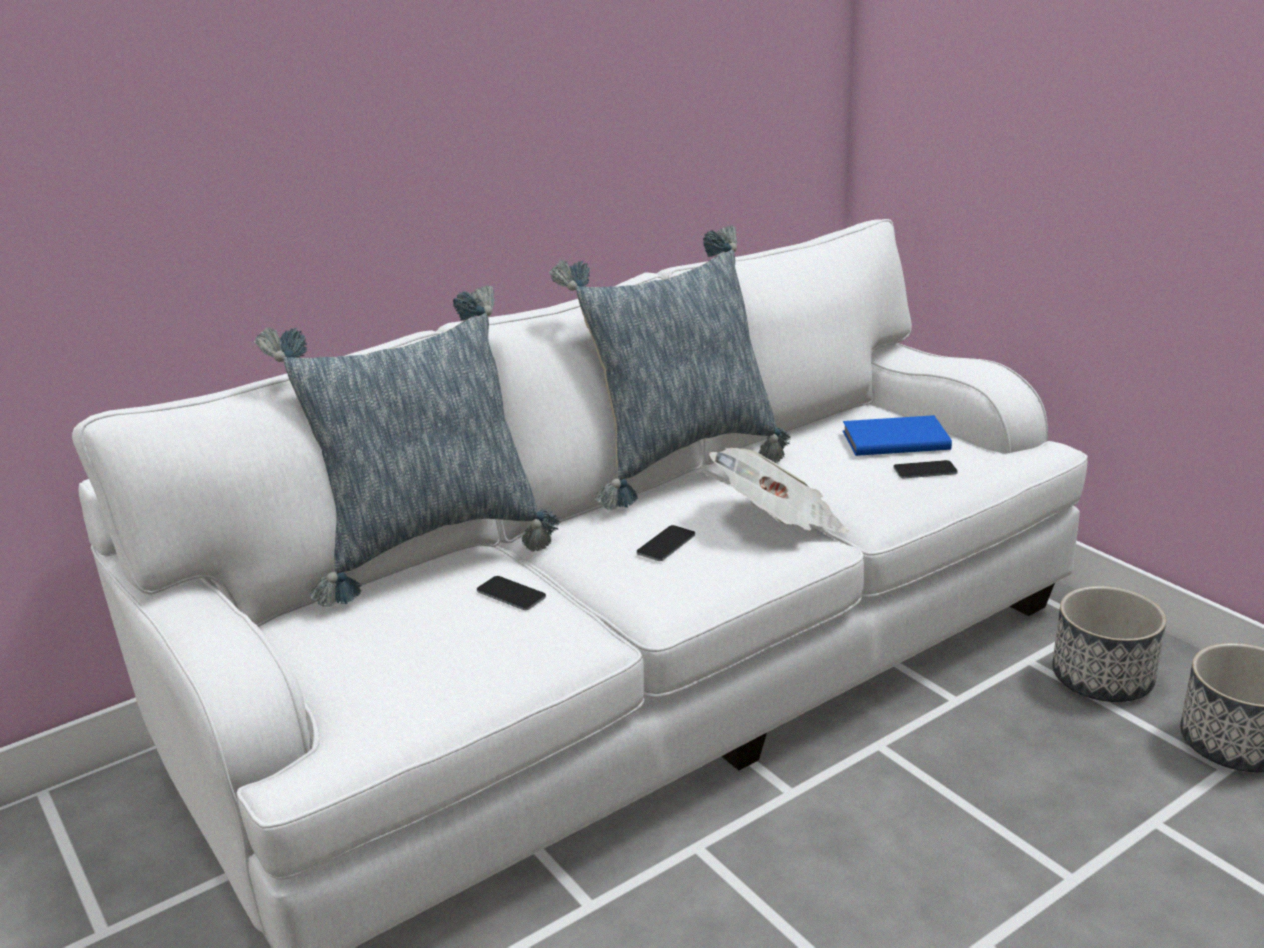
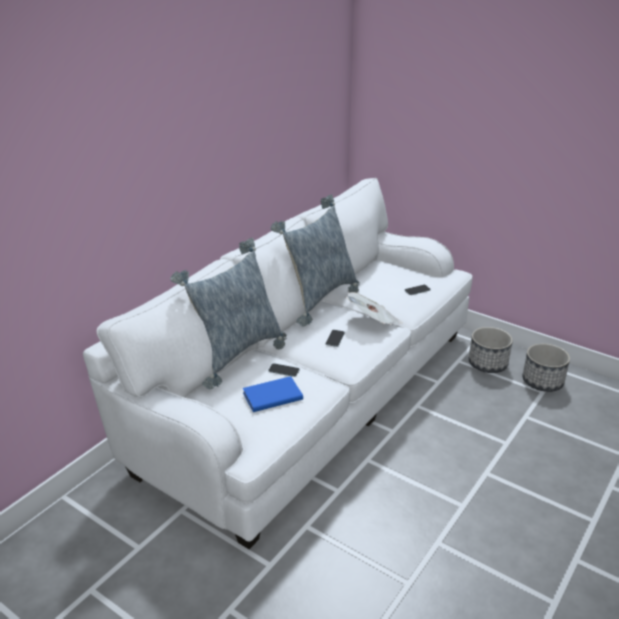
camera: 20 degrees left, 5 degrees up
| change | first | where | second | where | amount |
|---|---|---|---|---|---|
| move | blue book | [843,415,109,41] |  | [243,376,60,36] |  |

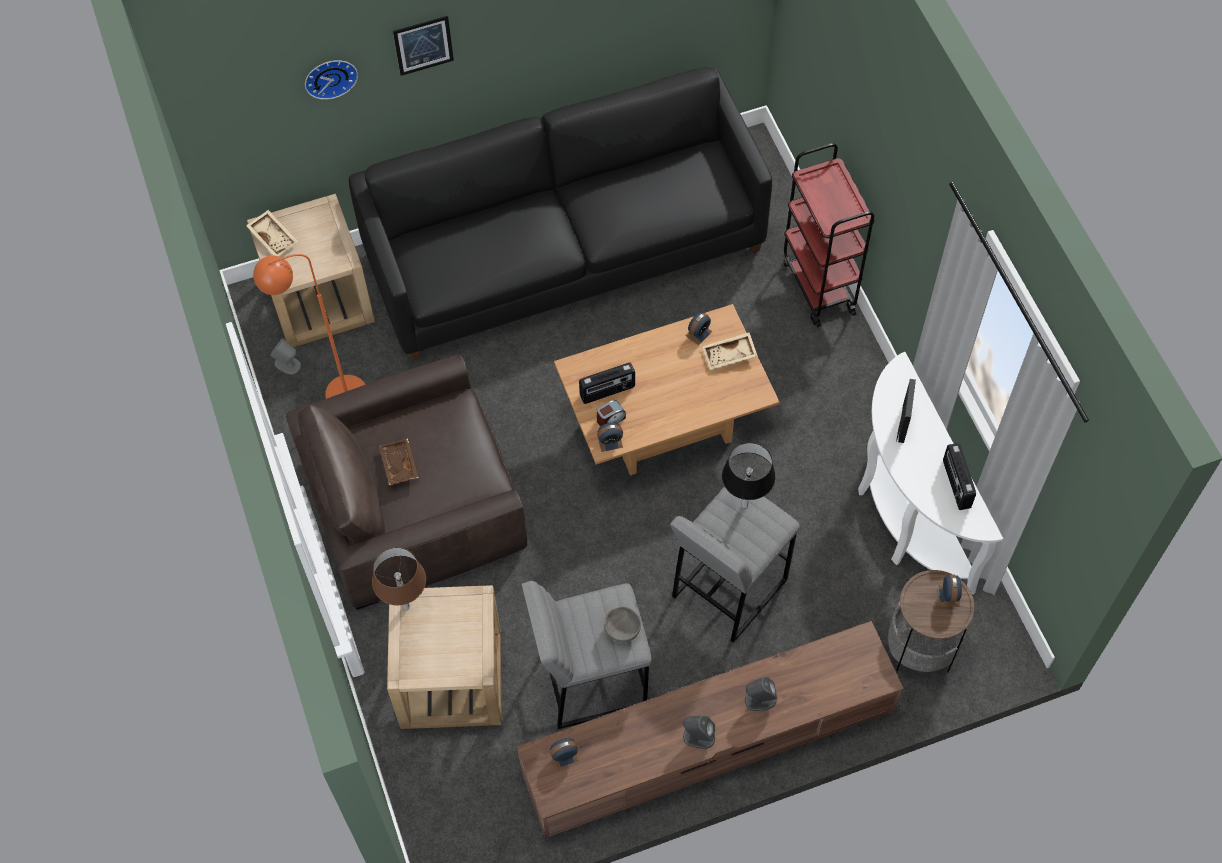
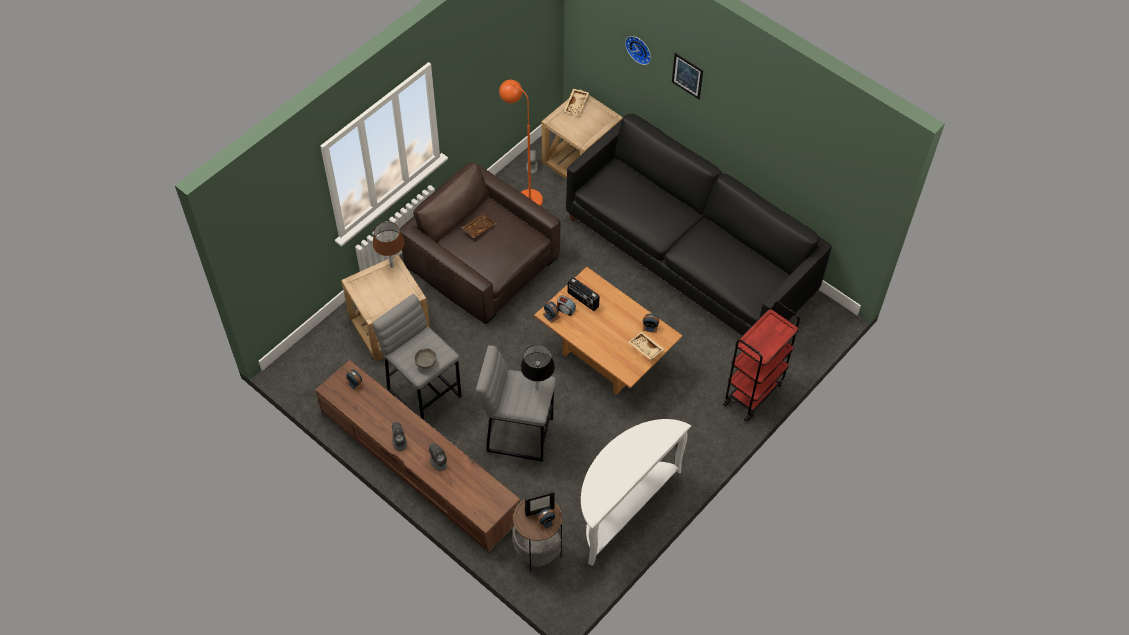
camera: 60 degrees right, 5 degrees down
| change | first | where | second | where | amount |
|---|---|---|---|---|---|
| move | picture frame | [896,379,20,64] |  | [525,489,30,28] |  |
| delete | radio | [943,443,33,67] |  |  |  |

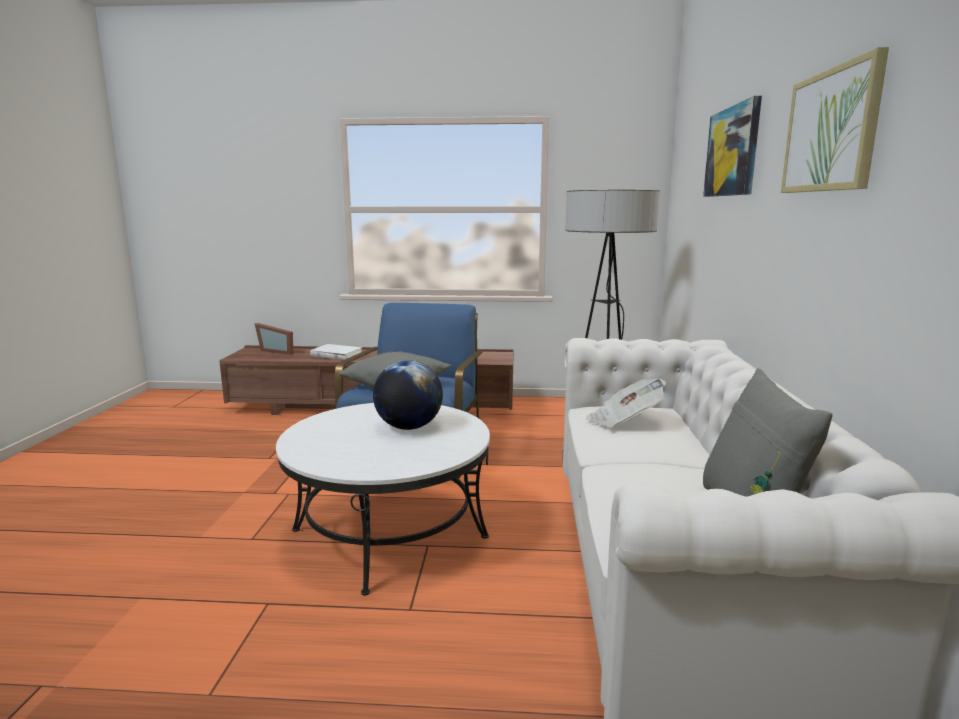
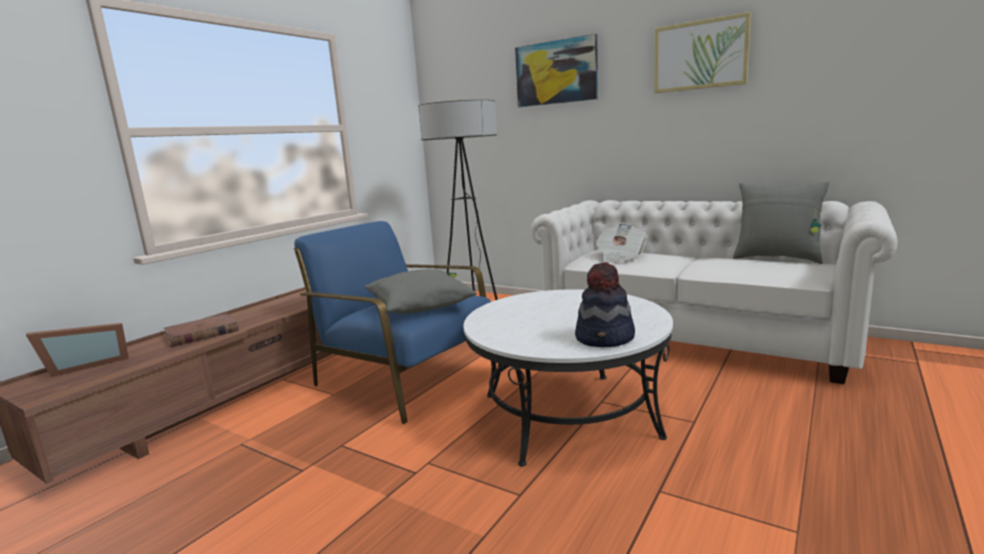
camera: 60 degrees left, 0 degrees up
| change | first | where | second | where | amount |
|---|---|---|---|---|---|
| recolor | white book | [310,344,53,16] | brown book | [164,313,75,34] |  |
| delete | globe | [373,360,70,70] |  |  |  |
| insert |  |  | hat | [575,262,60,85] |  |

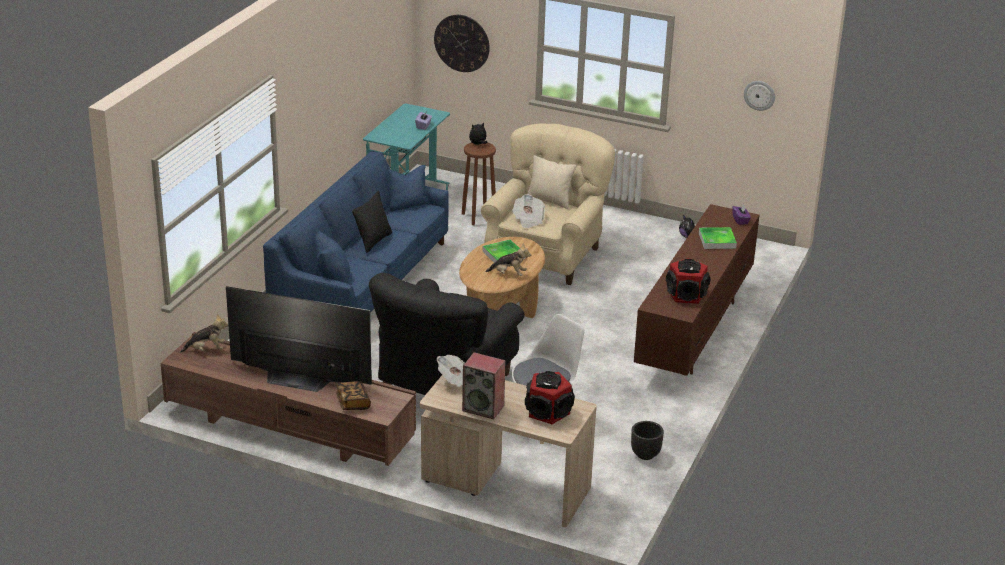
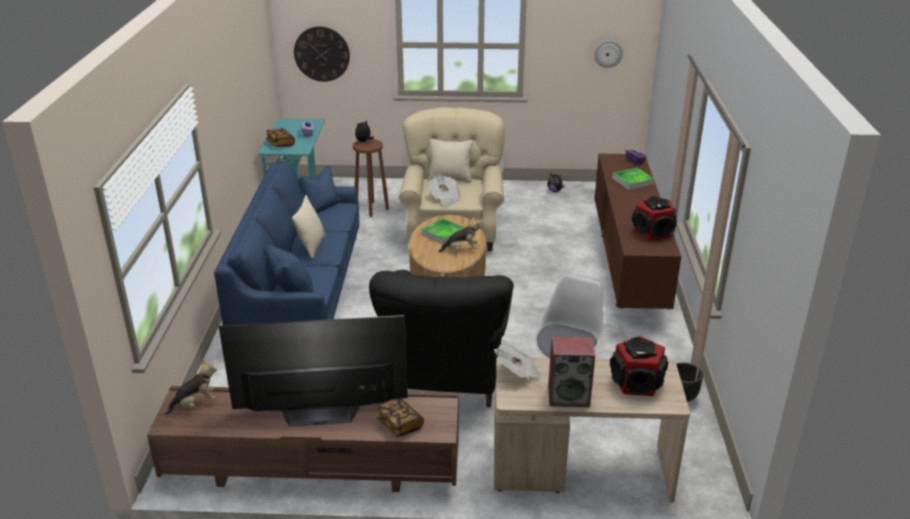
camera: 20 degrees left, 0 degrees up
| change | first | where | second | where | amount |
|---|---|---|---|---|---|
| recolor | black pillow | [352,191,40,62] | beige pillow | [292,195,33,64] |  |
| insert |  |  | book | [266,128,29,19] |  |

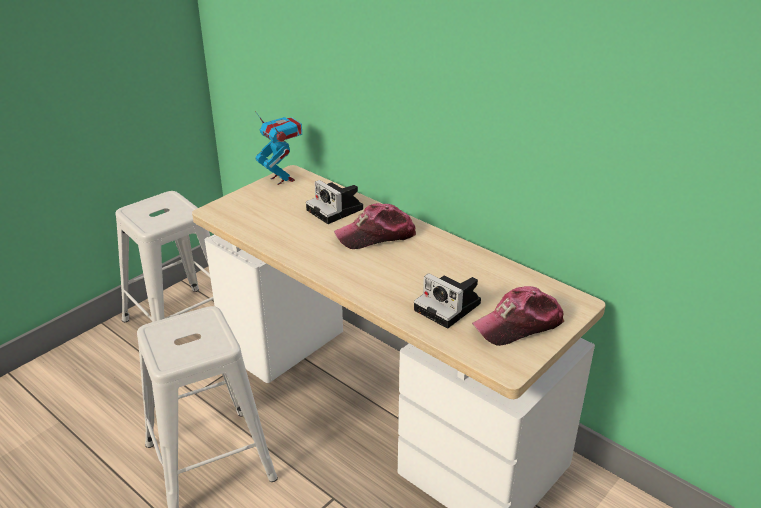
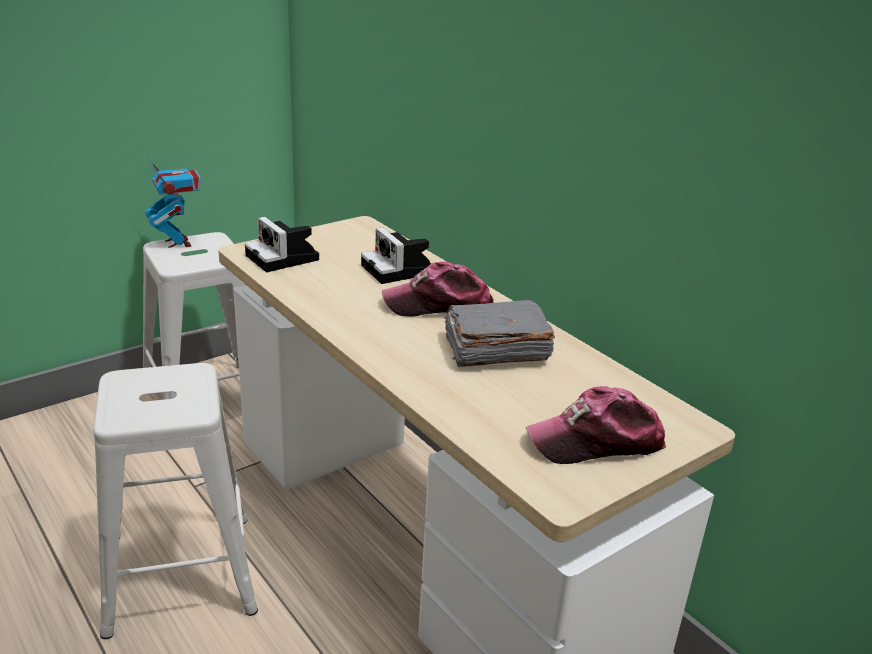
camera: 10 degrees right, 5 degrees down
| change | first | where | second | where | amount |
|---|---|---|---|---|---|
| move | toy robot | [255,111,47,74] |  | [146,155,55,93] |  |
| move | photo camera | [414,273,67,56] |  | [245,217,74,55] |  |
| insert |  |  | grey book | [444,300,111,67] |  |

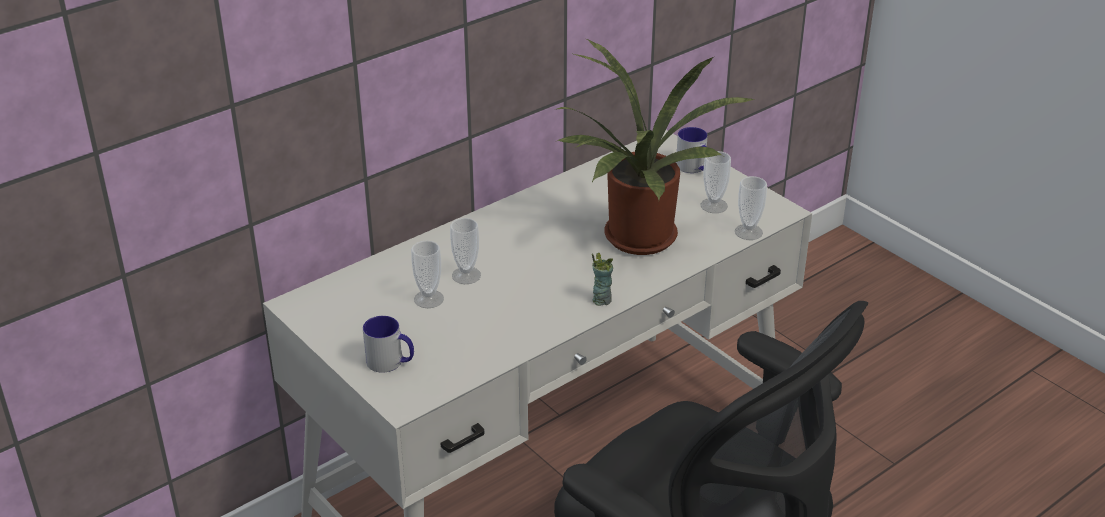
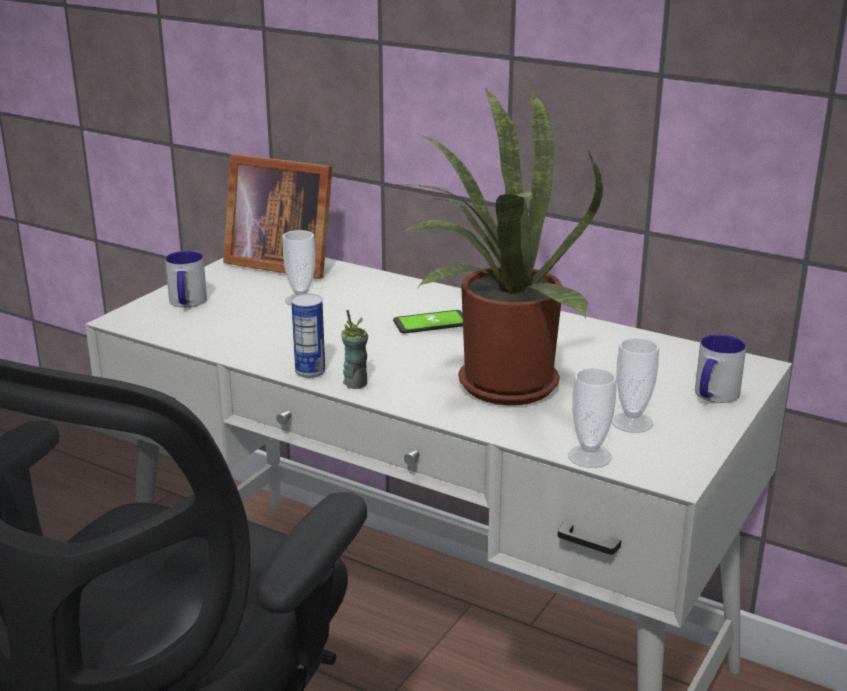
camera: 70 degrees right, 10 degrees down
| change | first | where | second | where | amount |
|---|---|---|---|---|---|
| delete | cup | [450,218,31,66] |  |  |  |
| insert |  |  | picture frame | [223,154,110,125] |  |
| insert |  |  | can | [291,294,34,84] |  |
| insert |  |  | phone | [393,310,70,23] |  |

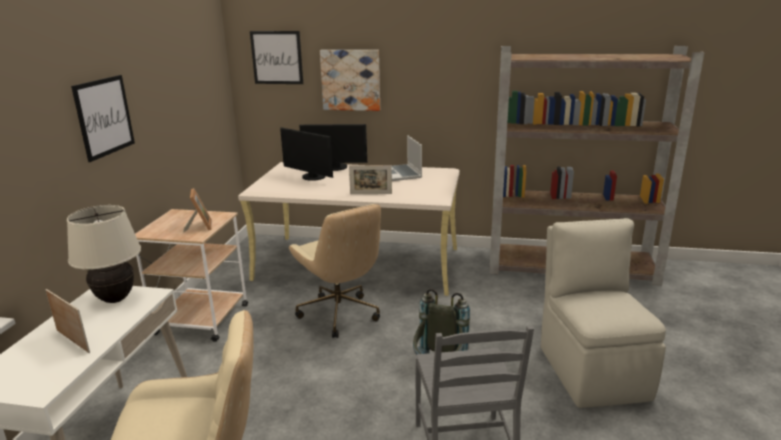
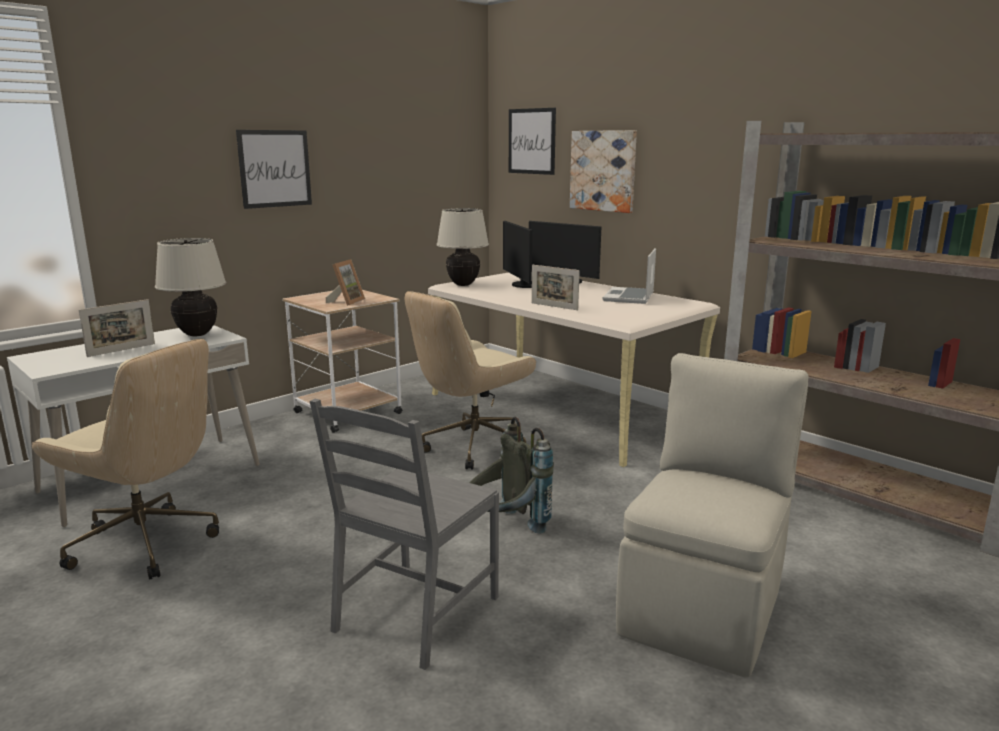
camera: 35 degrees right, 5 degrees down
| change | first | where | second | where | amount |
|---|---|---|---|---|---|
| rotate | beige office chair | [289,204,92,134] |  | [405,291,131,179] | 45 degrees clockwise |
| rotate | picture frame | [45,289,45,64] |  | [79,299,76,58] | 60 degrees clockwise |
| insert |  |  | beige table lamp | [436,208,53,78] |  |

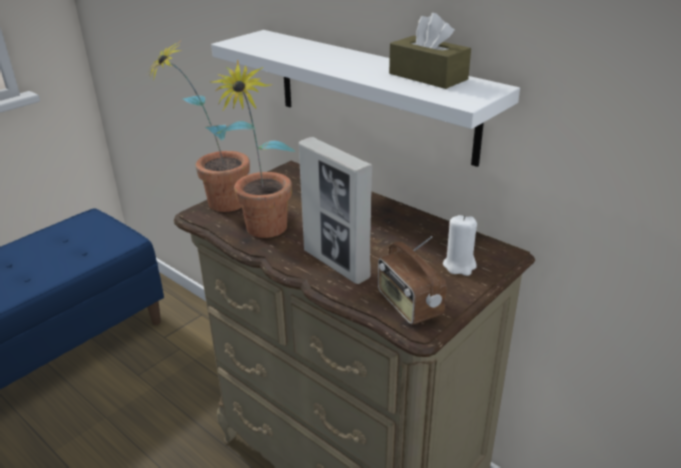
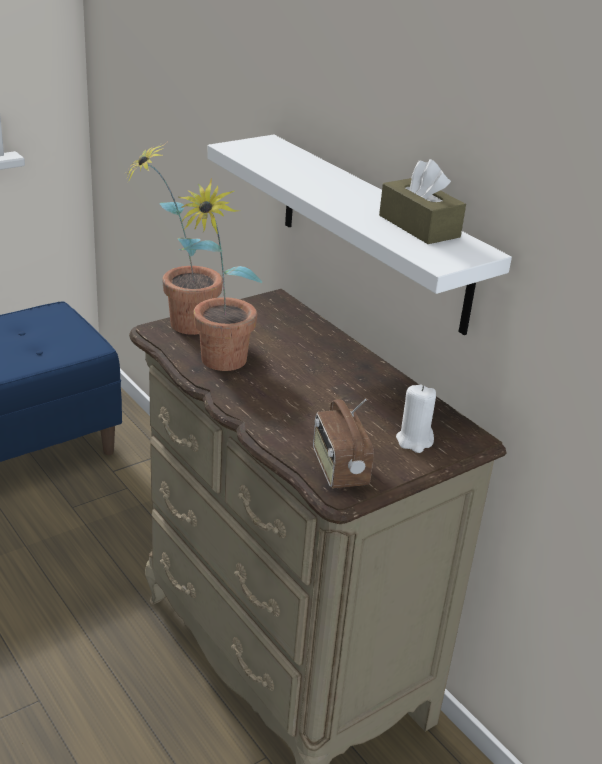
camera: 10 degrees right, 0 degrees up
| change | first | where | second | where | amount |
|---|---|---|---|---|---|
| delete | picture frame | [299,137,74,147] |  |  |  |

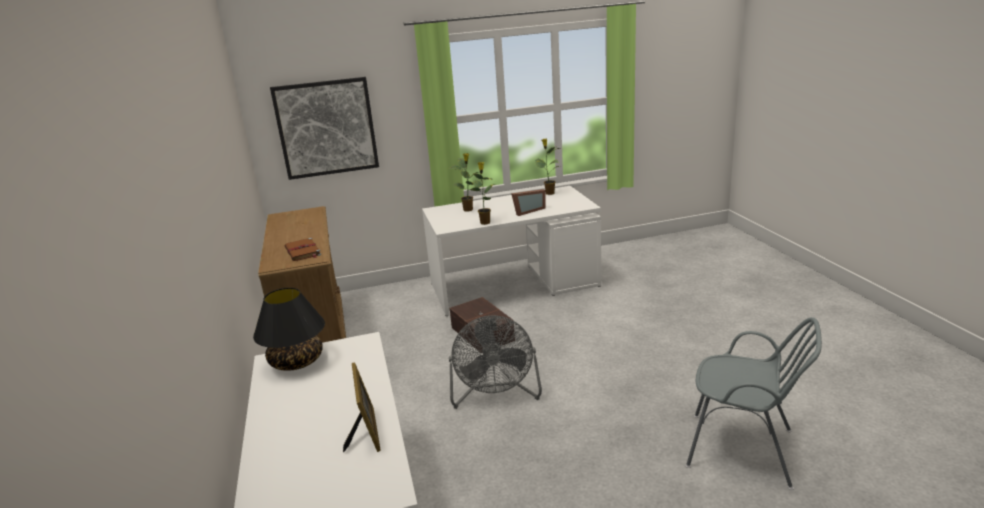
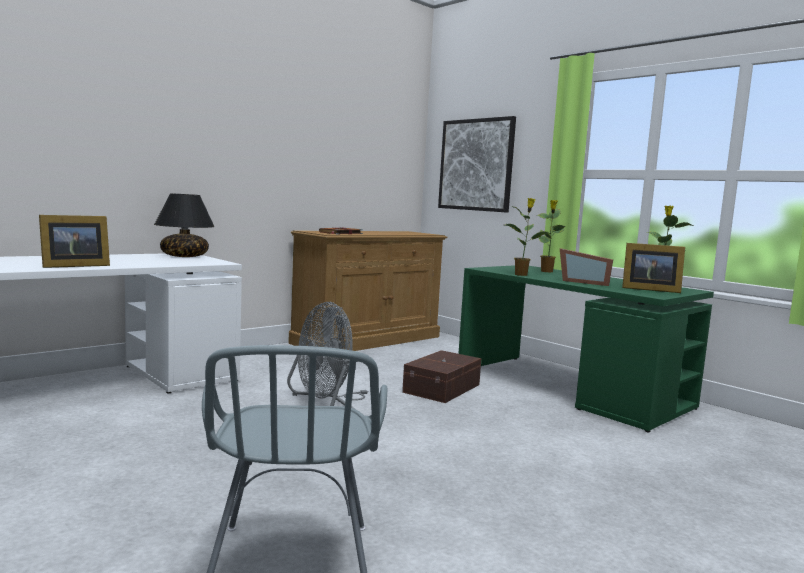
camera: 60 degrees right, 15 degrees down
| change | first | where | second | where | amount |
|---|---|---|---|---|---|
| recolor | white desk | [422,186,179,130] | green desk | [458,265,256,167] |  |
| insert |  |  | picture frame | [622,243,63,50] |  |

